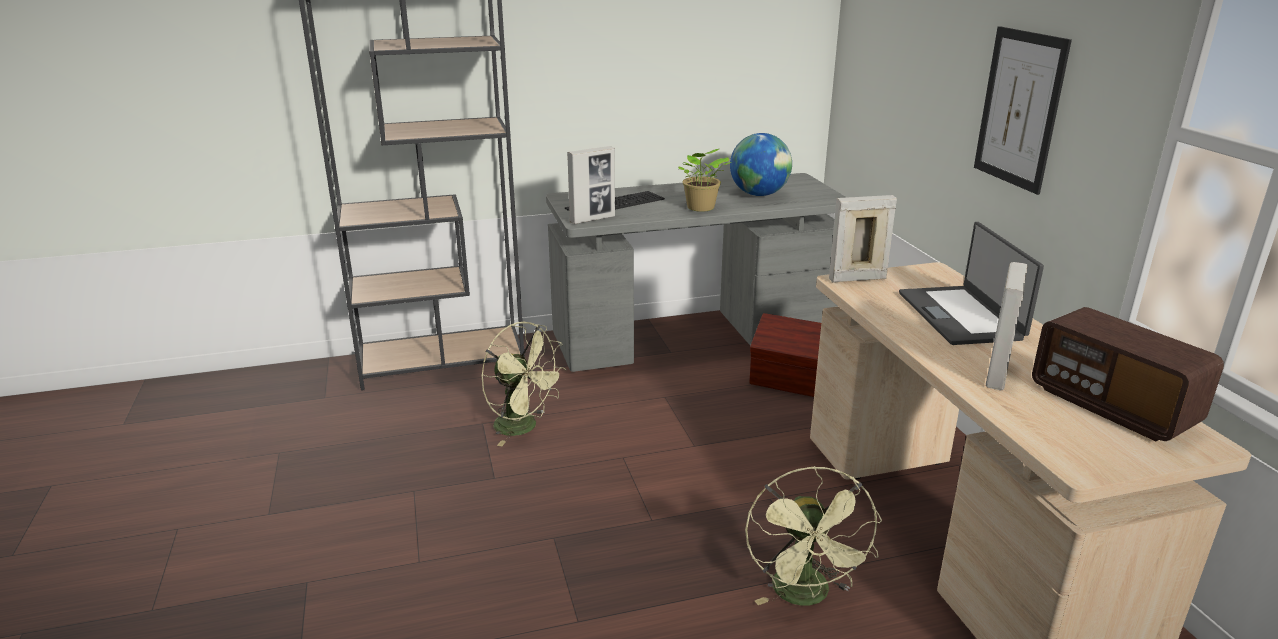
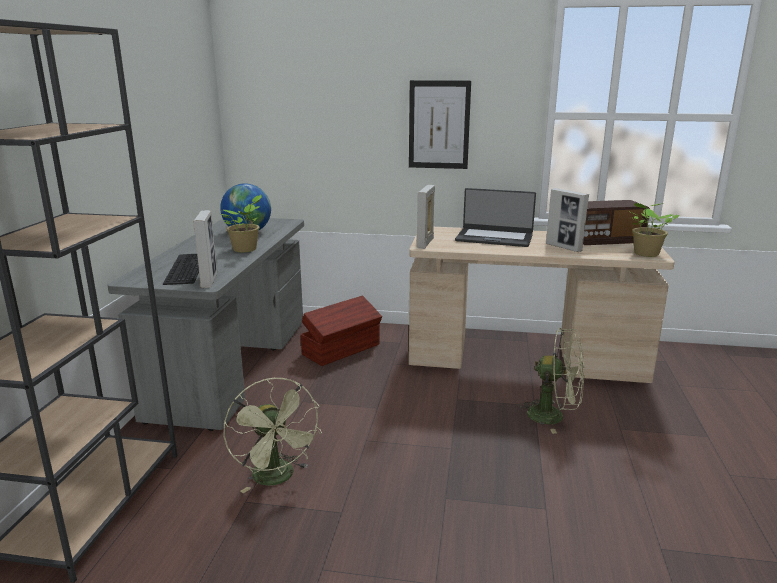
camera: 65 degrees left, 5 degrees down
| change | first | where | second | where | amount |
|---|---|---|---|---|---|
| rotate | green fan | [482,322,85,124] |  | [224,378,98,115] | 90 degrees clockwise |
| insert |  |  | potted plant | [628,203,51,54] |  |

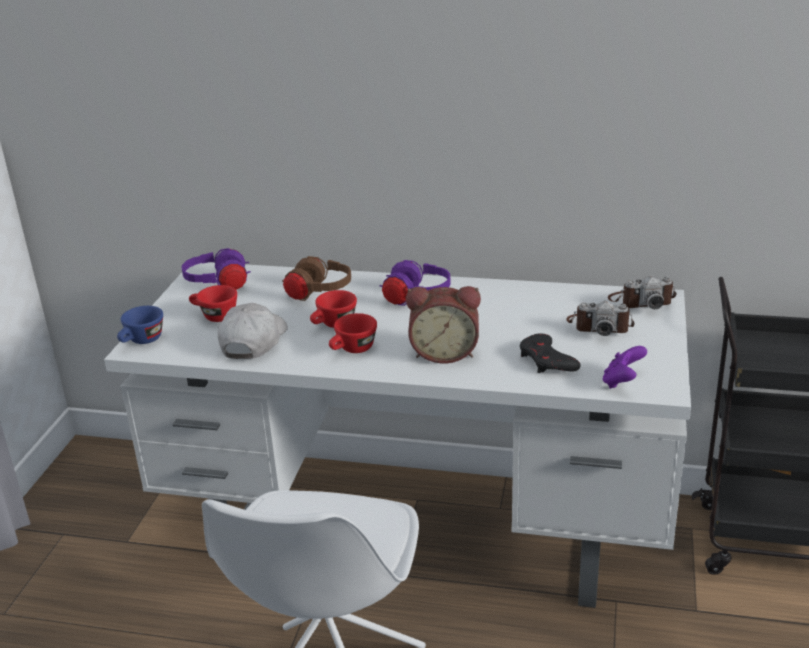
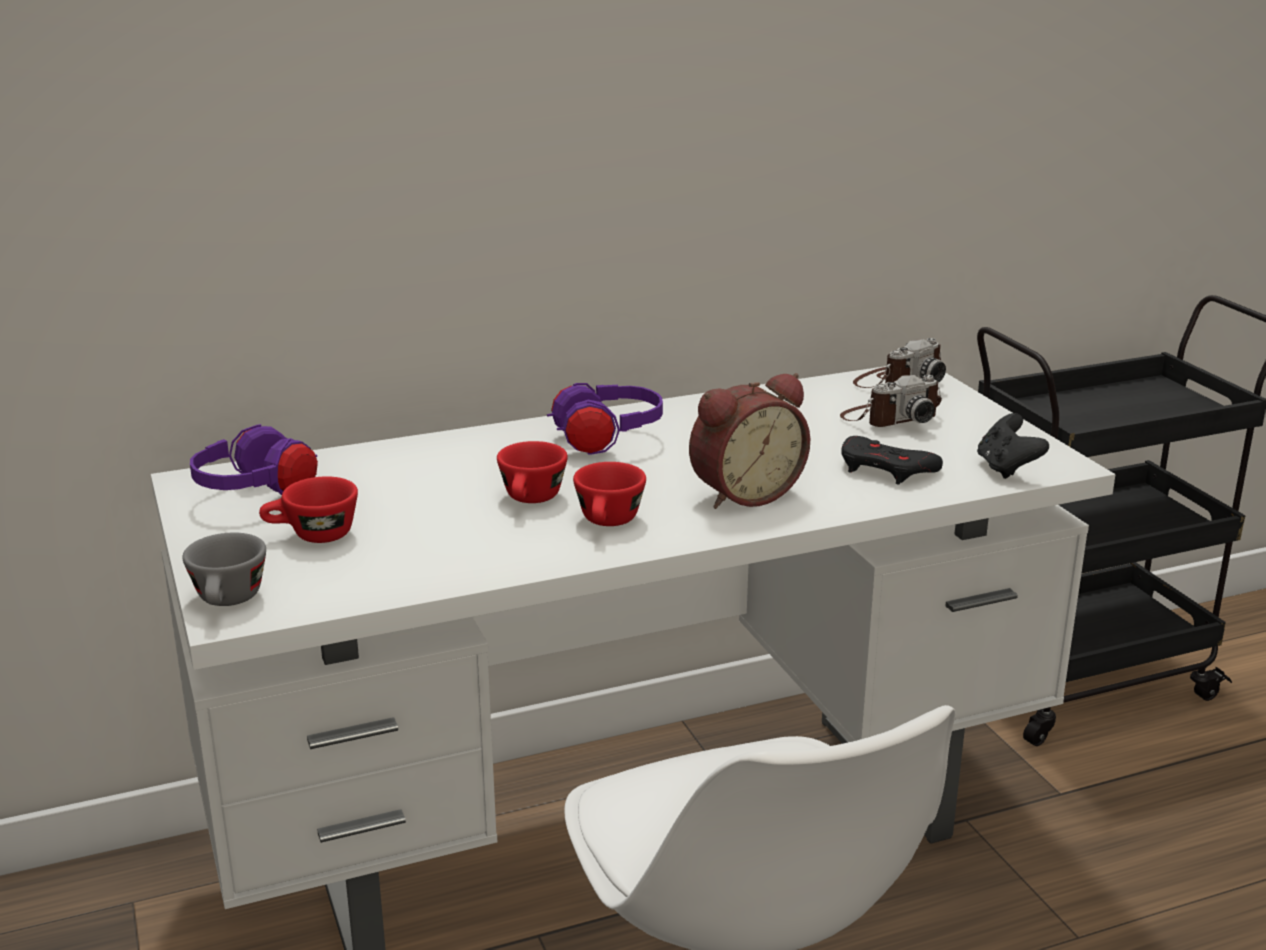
camera: 35 degrees left, 5 degrees down
| change | first | where | second | where | amount |
|---|---|---|---|---|---|
| delete | brown headphones | [282,256,69,45] |  |  |  |
| delete | white cap | [218,303,70,56] |  |  |  |
| recolor | blue cup | [117,306,46,38] | grey cup | [182,532,84,74] |  |
| recolor | purple game controller | [603,346,44,43] | black game controller | [977,413,72,66] |  |

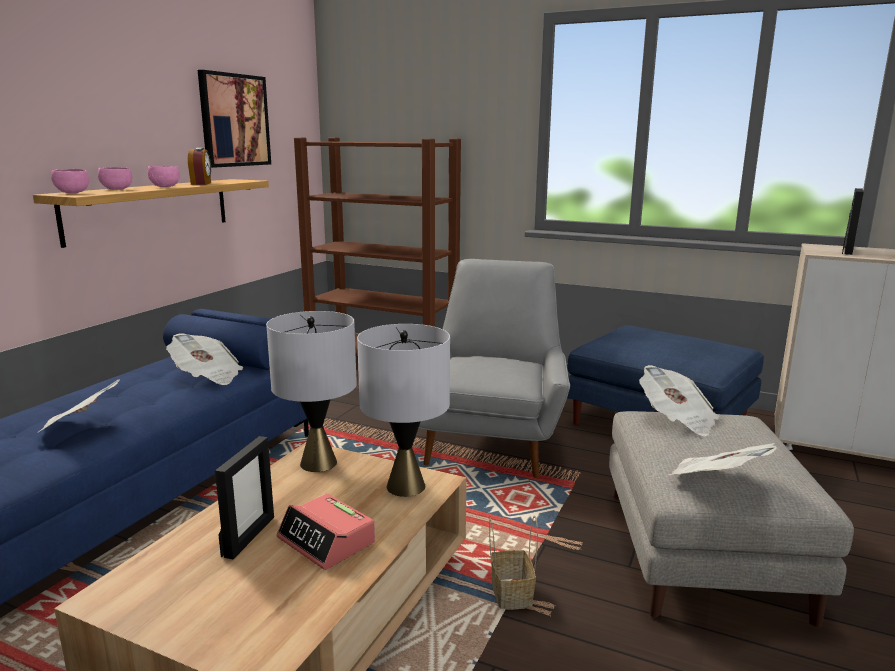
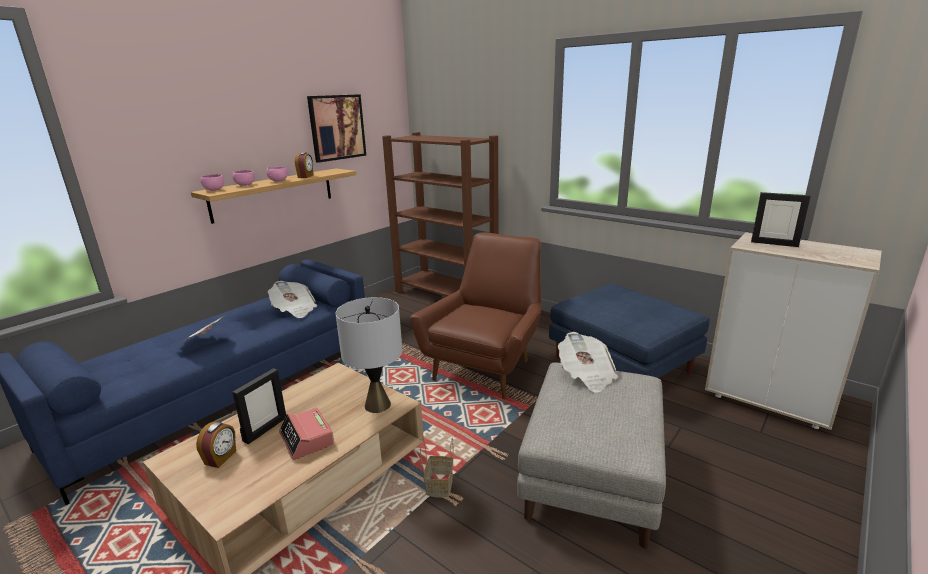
camera: 15 degrees right, 5 degrees up
| change | first | where | second | where | amount |
|---|---|---|---|---|---|
| rotate | picture frame | [842,188,22,67] |  | [751,192,60,55] | 75 degrees clockwise |
| recolor | grey armchair | [419,259,151,219] | brown armchair | [410,232,132,167] |  |
| delete | grey table lamp | [266,311,91,161] |  |  |  |
| delete | newspaper | [668,443,109,32] |  |  |  |
| insert |  |  | alarm clock | [196,422,40,46] |  |

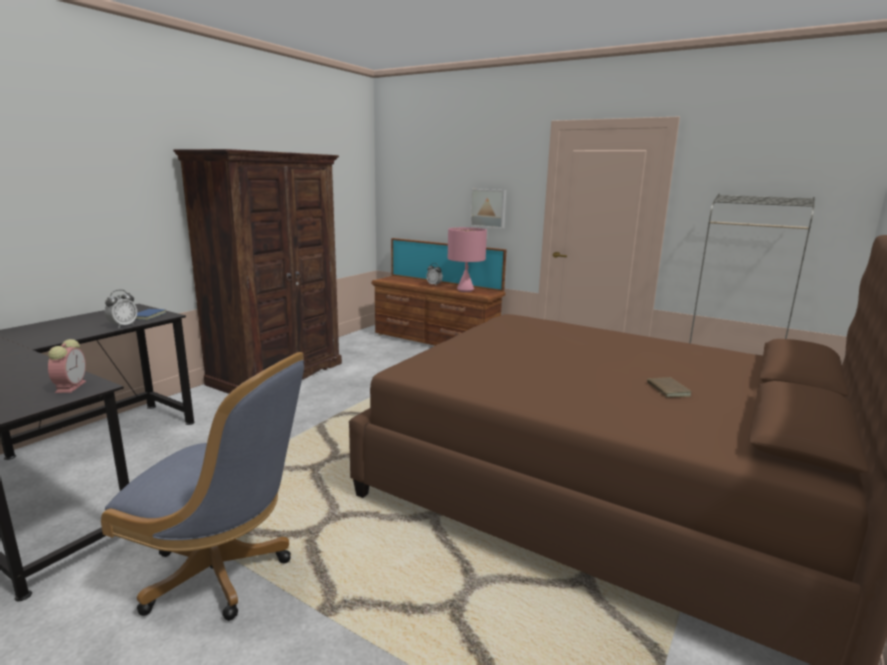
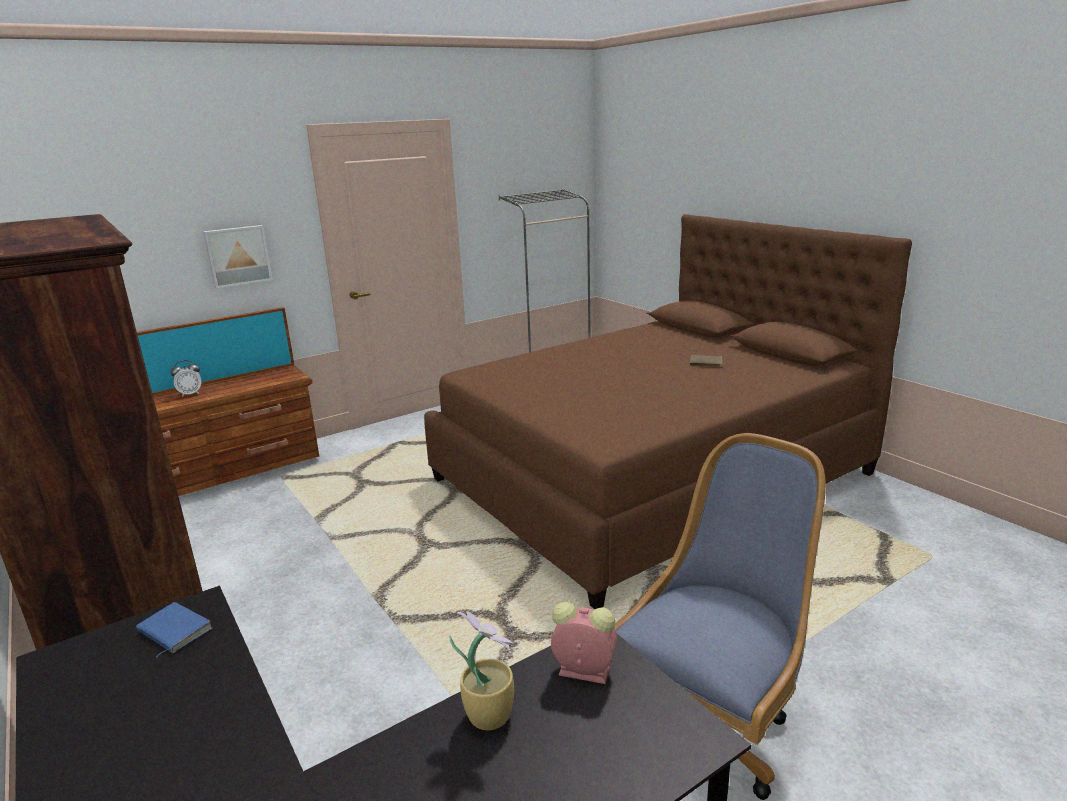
camera: 65 degrees left, 5 degrees up
| change | first | where | second | where | amount |
|---|---|---|---|---|---|
| delete | pink table lamp | [448,227,39,65] |  |  |  |
| delete | alarm clock | [105,290,32,38] |  |  |  |
| insert |  |  | potted plant | [449,611,66,119] |  |

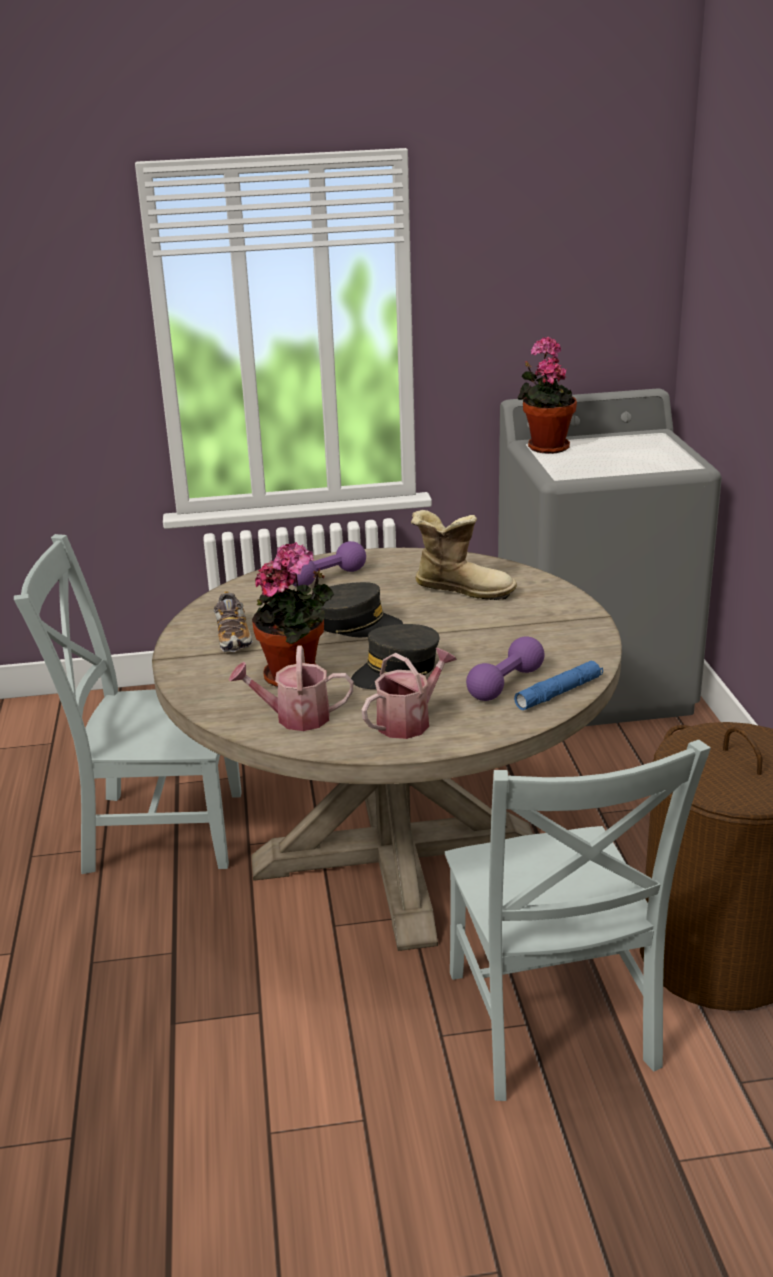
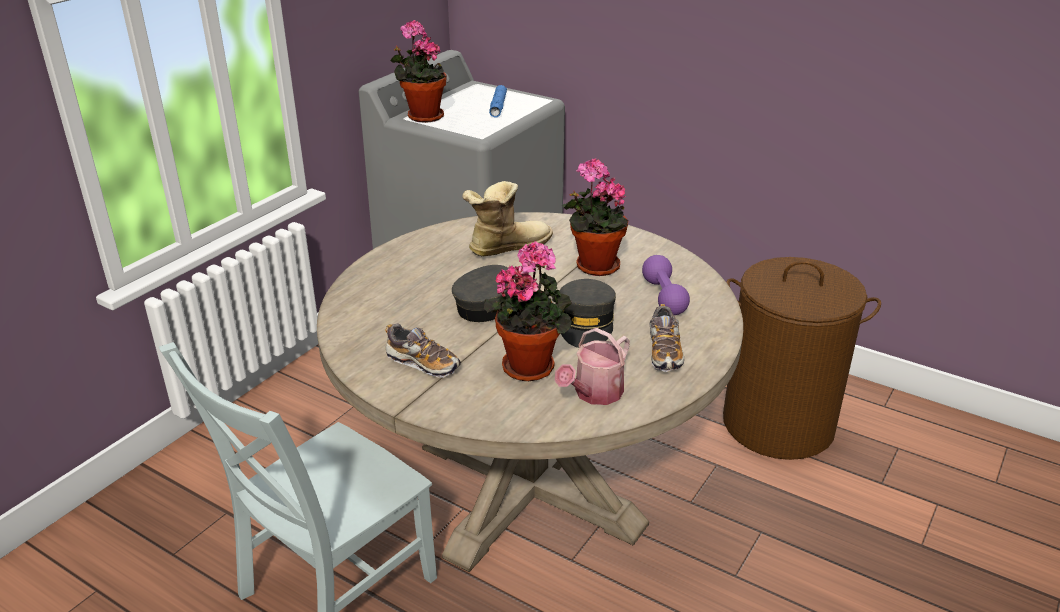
camera: 50 degrees left, 5 degrees up
| change | first | where | second | where | amount |
|---|---|---|---|---|---|
| delete | purple dumbbell | [292,541,74,46] |  |  |  |
| replace | watering can | [362,648,95,91] | shoe | [649,304,35,68] |  |
| move | blue flashlight | [514,660,89,50] |  | [489,85,18,32] |  |
| delete | grey chair | [445,740,266,361] |  |  |  |
| insert |  |  | potted plant | [562,159,66,117] |  |

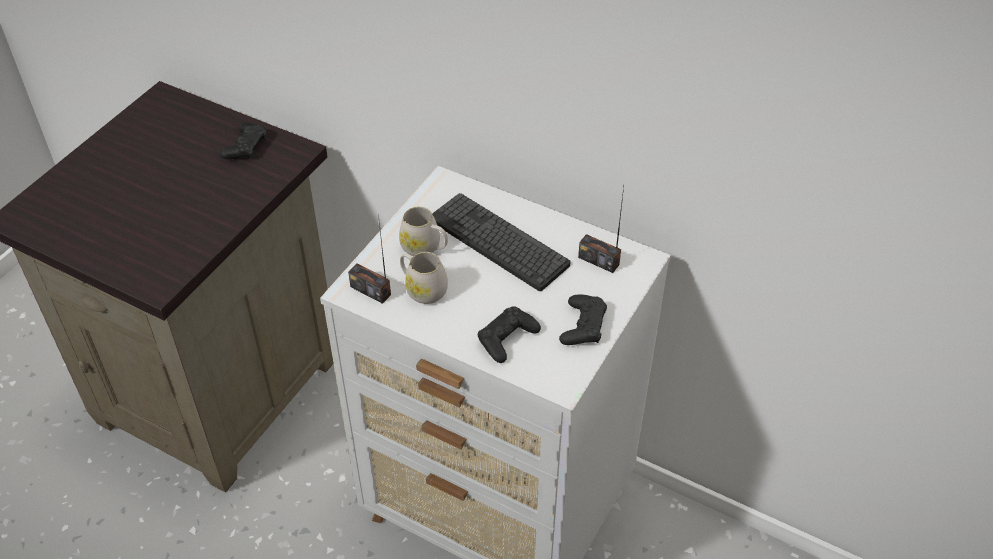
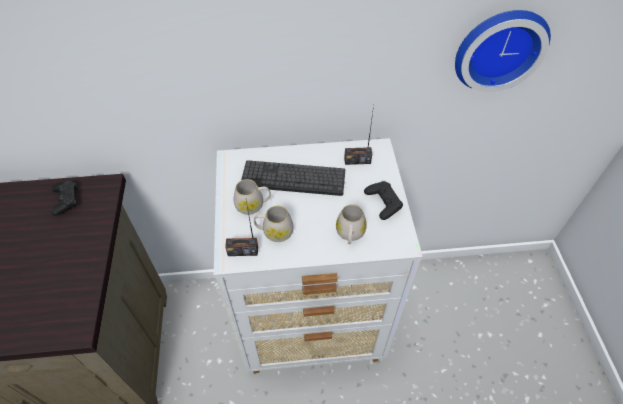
camera: 35 degrees left, 5 degrees up
| change | first | where | second | where | amount |
|---|---|---|---|---|---|
| replace | black game controller | [478,307,63,56] | white mug | [336,204,31,40] |  |
| insert |  |  | wall clock | [455,10,96,82] |  |

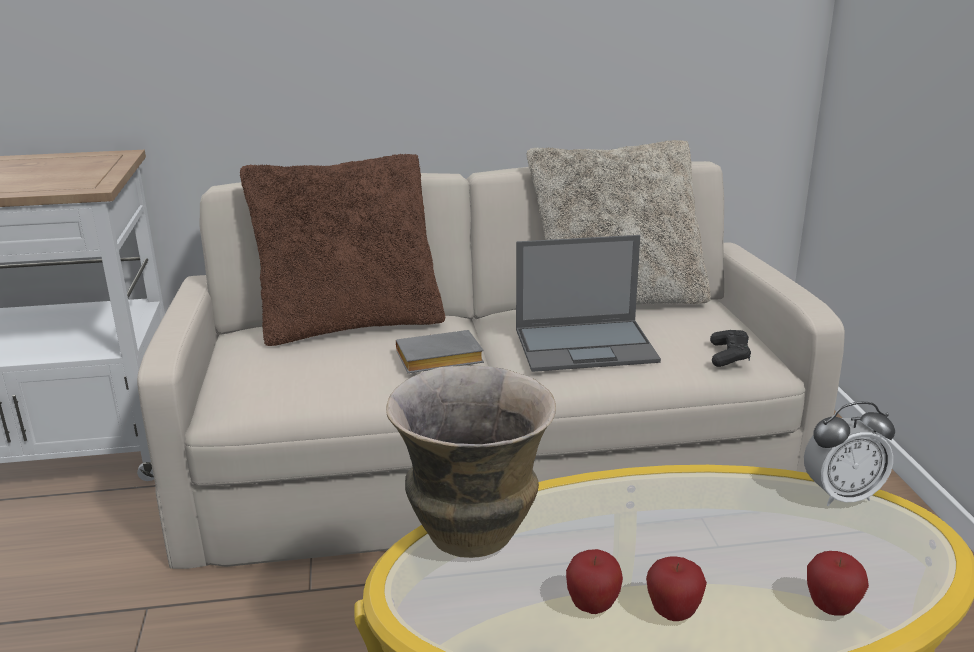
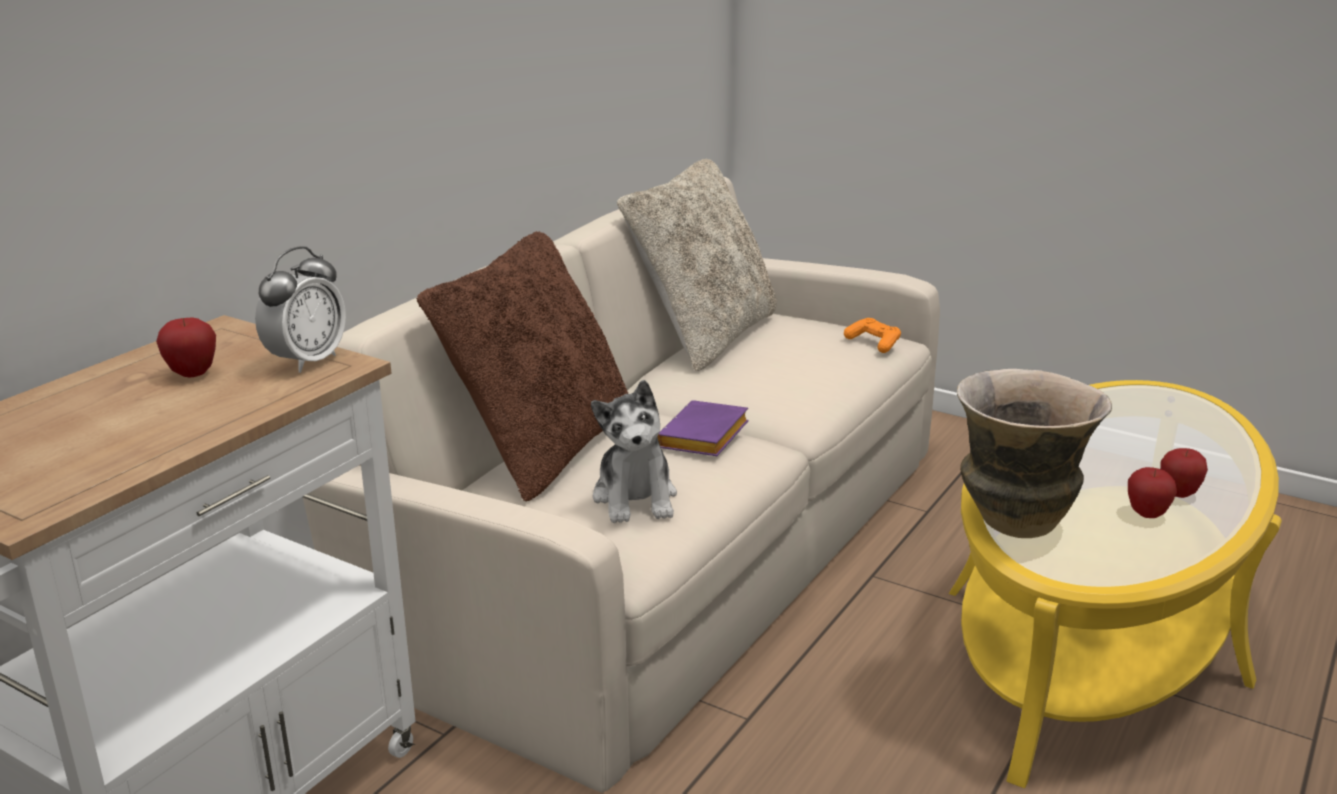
camera: 50 degrees left, 0 degrees up
| change | first | where | second | where | amount |
|---|---|---|---|---|---|
| delete | laptop | [516,235,145,137] |  |  |  |
| recolor | grey book | [396,330,88,43] | purple book | [658,400,91,56] |  |
| recolor | black game controller | [710,330,41,37] | orange game controller | [844,318,57,35] |  |
| move | alarm clock | [804,402,91,104] |  | [255,246,91,127] |  |
| move | apple | [807,551,62,65] |  | [156,317,60,60] |  |
| insert |  |  | plush toy | [591,380,86,143] |  |

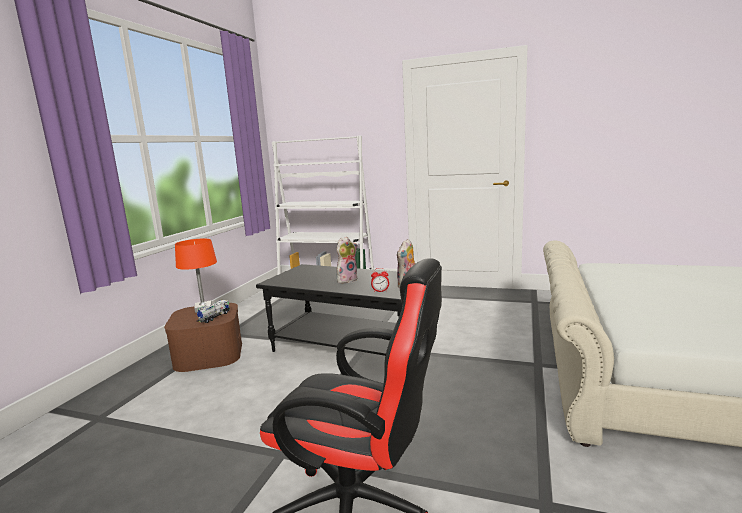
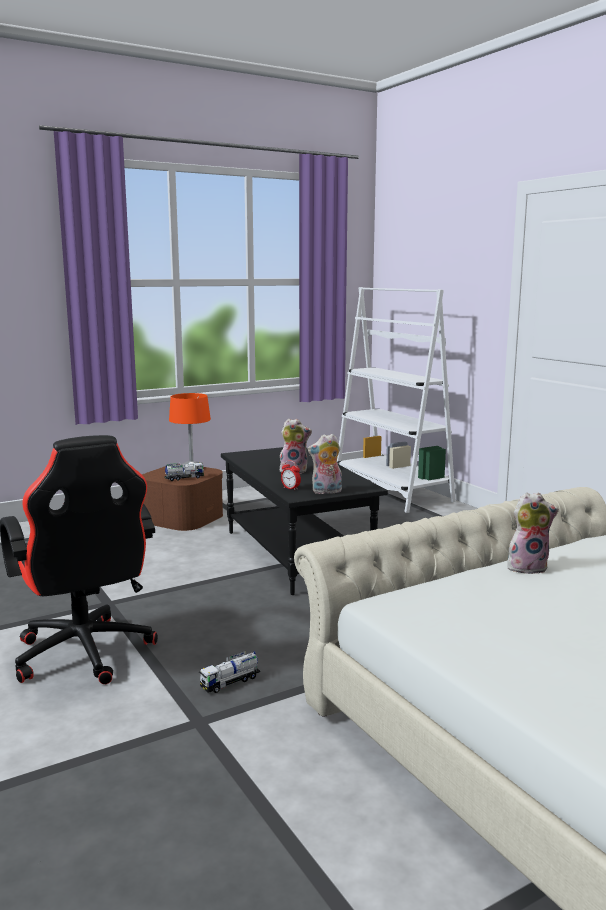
camera: 40 degrees right, 0 degrees up
| change | first | where | second | where | amount |
|---|---|---|---|---|---|
| insert |  |  | plush toy | [507,492,52,82] |  |
| insert |  |  | toy truck | [199,651,62,42] |  |

